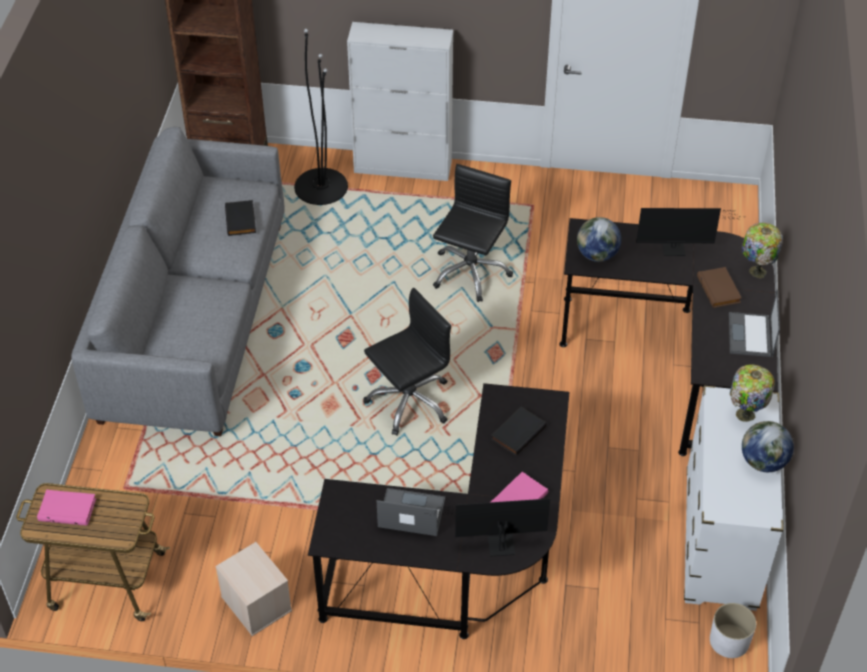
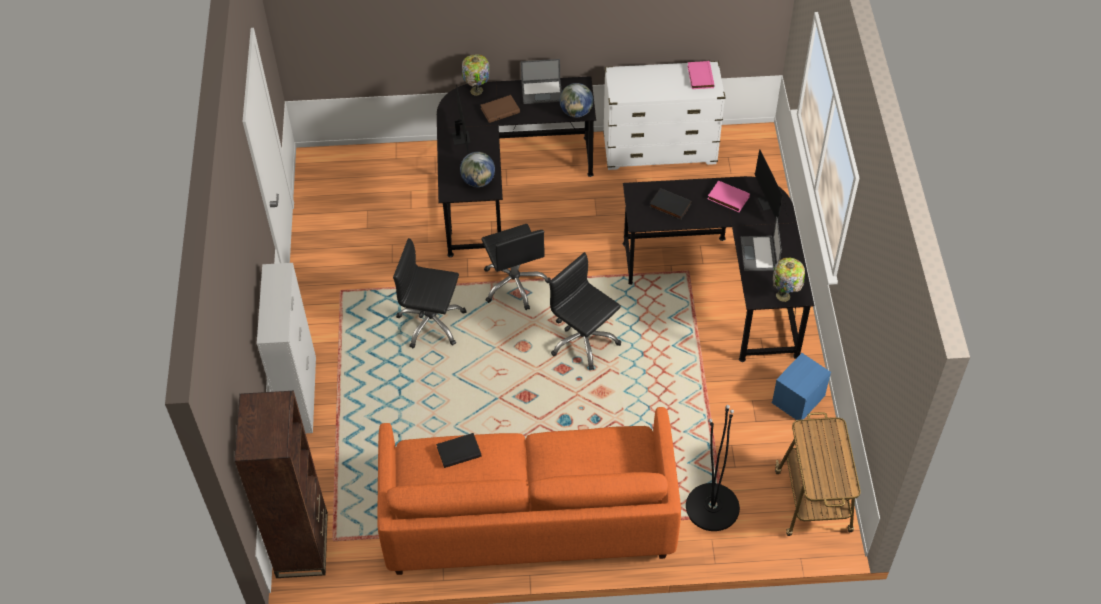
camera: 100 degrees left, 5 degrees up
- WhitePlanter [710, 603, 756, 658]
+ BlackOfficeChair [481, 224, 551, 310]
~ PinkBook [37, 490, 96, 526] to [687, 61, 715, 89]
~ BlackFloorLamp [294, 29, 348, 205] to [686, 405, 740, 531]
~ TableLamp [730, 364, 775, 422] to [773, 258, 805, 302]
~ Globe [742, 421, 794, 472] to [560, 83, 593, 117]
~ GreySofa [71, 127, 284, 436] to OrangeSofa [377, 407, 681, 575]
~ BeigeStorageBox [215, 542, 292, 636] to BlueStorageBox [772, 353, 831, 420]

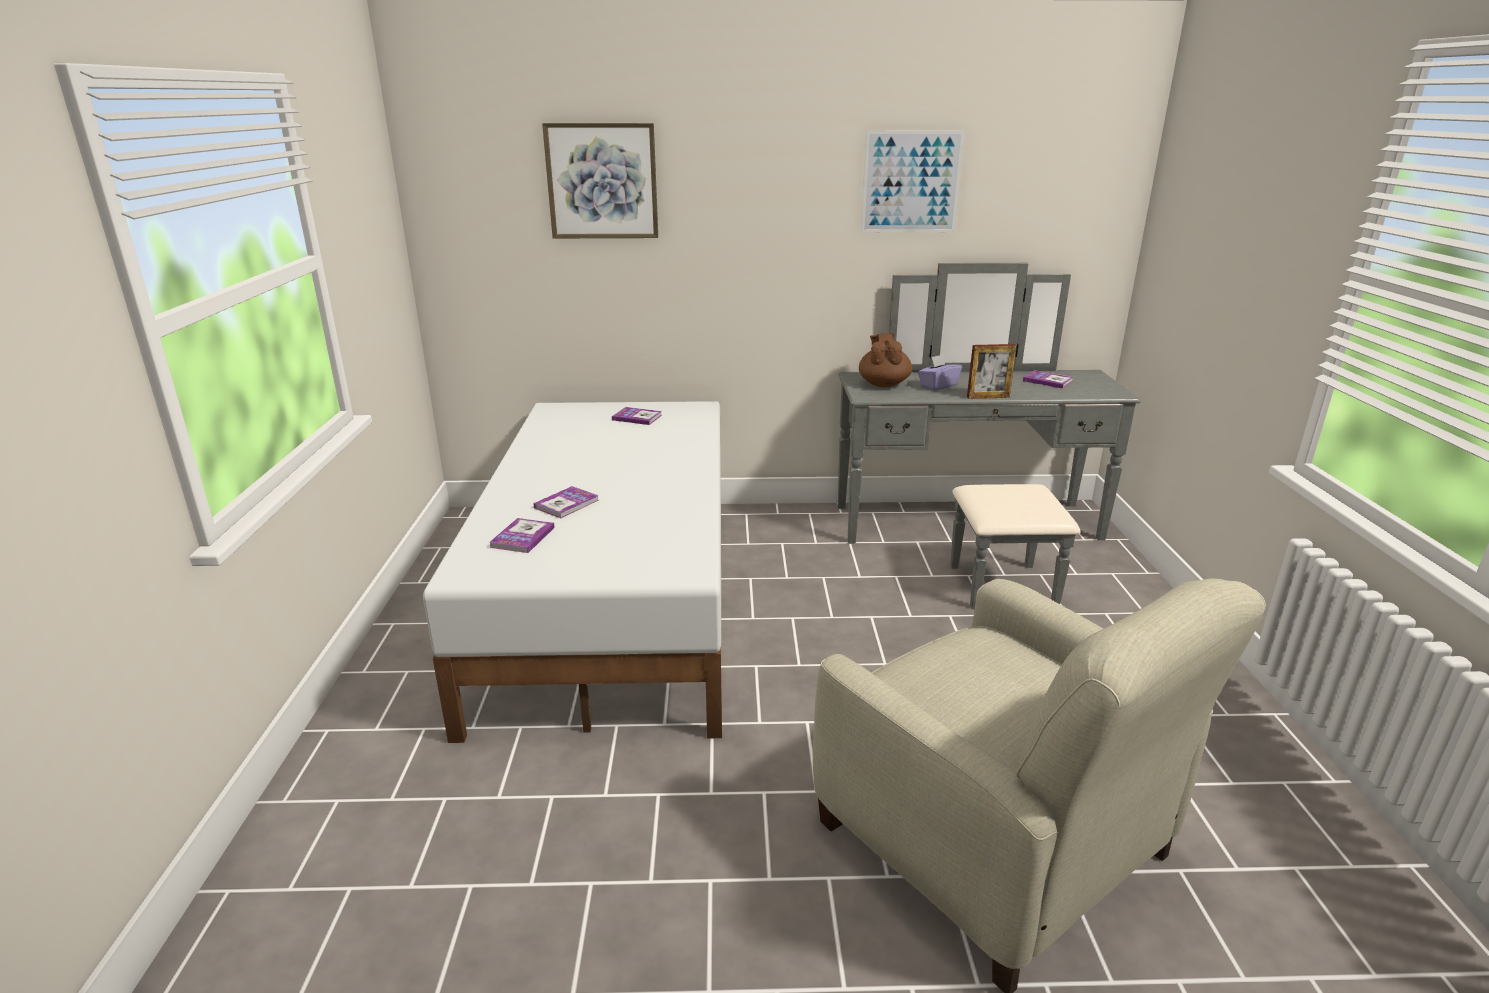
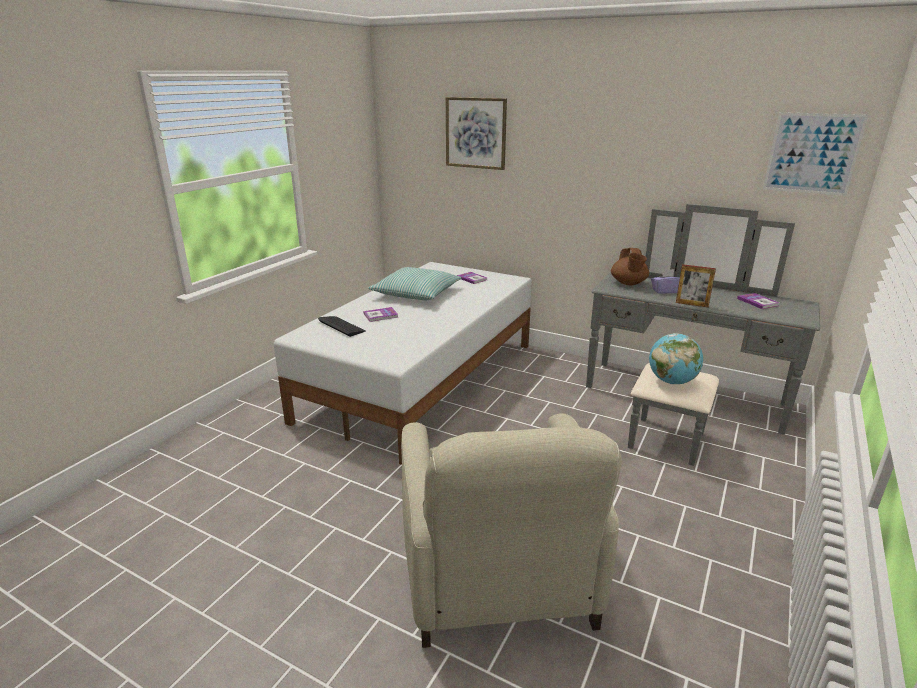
camera: 30 degrees right, 0 degrees up
+ Pillow [368, 267, 462, 300]
+ Globe [649, 333, 703, 384]
~ Picture [861, 130, 965, 233] to [763, 112, 869, 196]
~ Book [489, 518, 555, 553] to Keyboard [318, 316, 366, 337]
~ BrownTeapot [859, 333, 912, 387] = [611, 248, 649, 285] 150 degrees clockwise

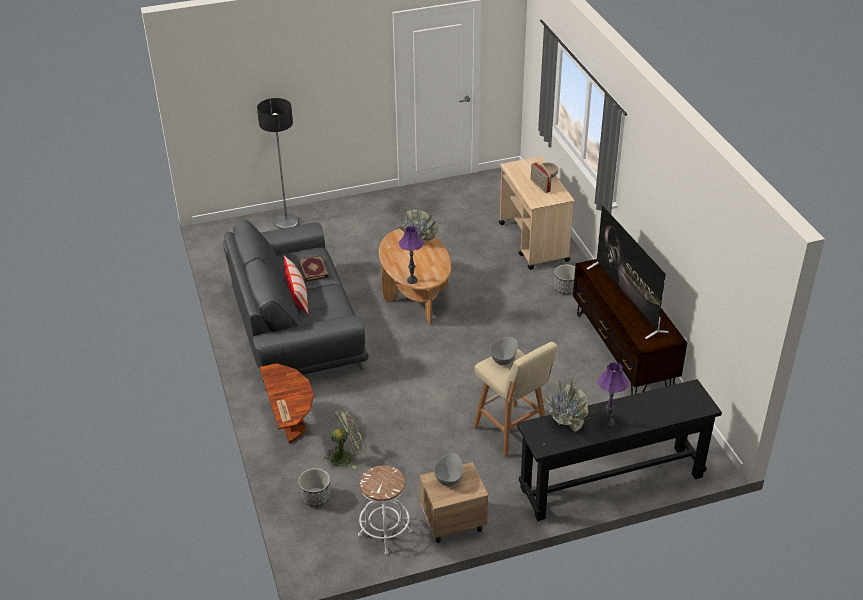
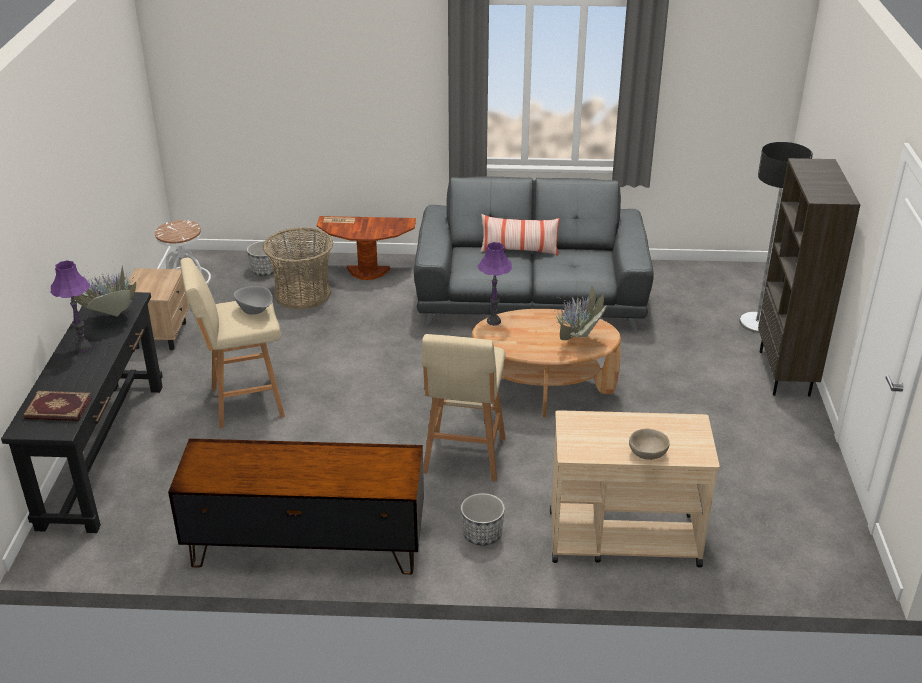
camera: 110 degrees right, 5 degrees down
- GreyBowl [434, 453, 463, 486]
- Radio [531, 162, 551, 193]
- Television [587, 205, 669, 339]
+ BeigeStool [422, 334, 506, 482]
+ BrownBookcase [758, 158, 861, 397]
~ Book [298, 256, 329, 282] to [23, 391, 92, 421]
~ GreenFan [324, 408, 364, 469] to Basket [263, 227, 333, 309]

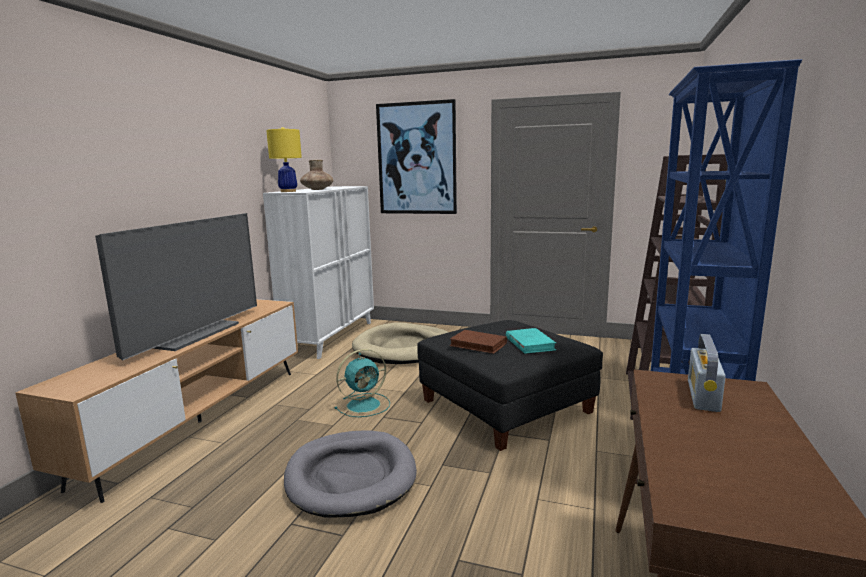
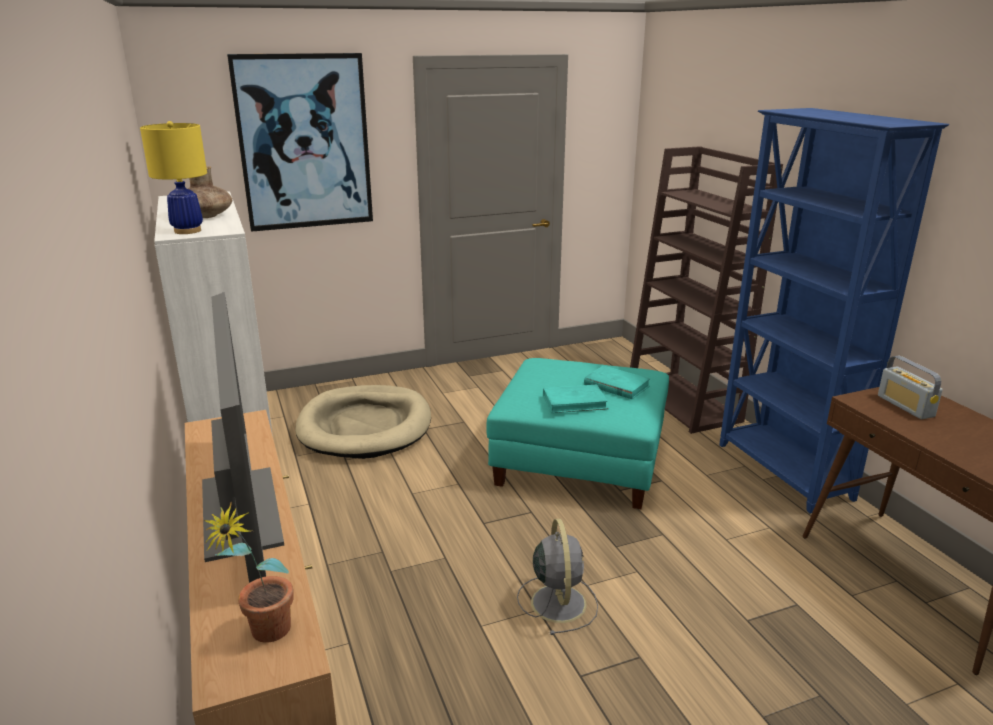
camera: 40 degrees left, 10 degrees up
- TurquoiseFan [334, 349, 390, 417]
+ PottedPlant [204, 502, 294, 643]
~ GreyDogBed [284, 430, 417, 518] to GreyFan [517, 519, 598, 635]
~ BlackOttoman [417, 320, 603, 451] to TurquoiseOttoman [486, 358, 669, 509]
~ BrownBook [450, 330, 507, 354] to TurquoiseBook [543, 385, 608, 413]

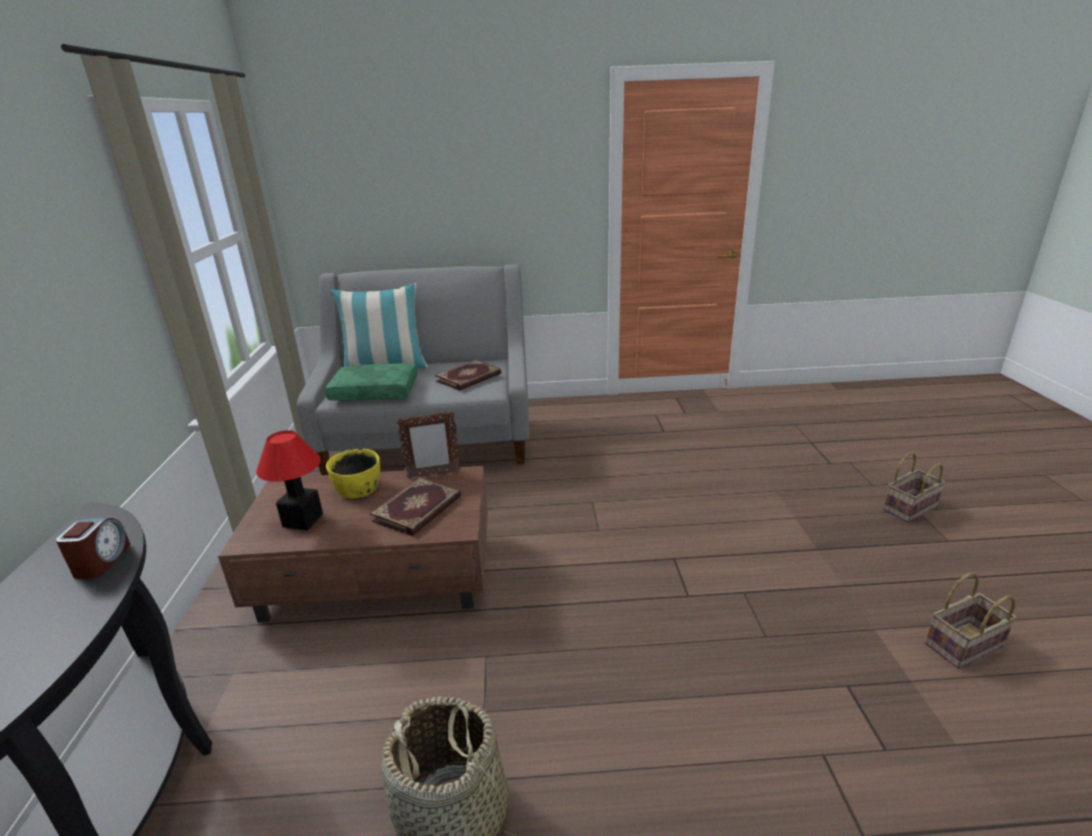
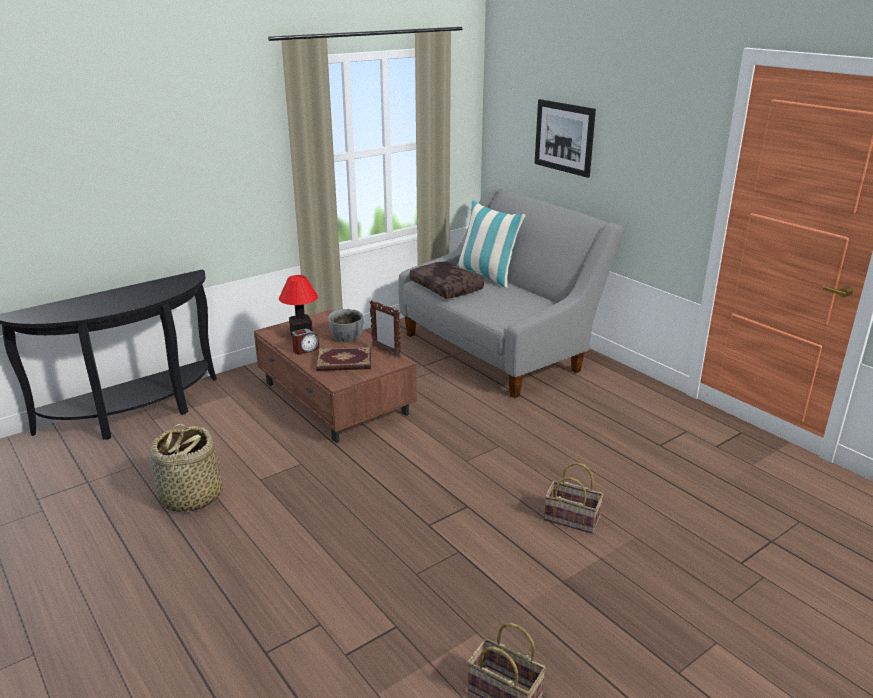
camera: 55 degrees right, 0 degrees up
- Book [435, 360, 501, 391]
+ Picture [535, 99, 596, 178]
~ AlarmClock [56, 518, 131, 579] to [292, 328, 319, 355]
~ Basket [883, 452, 946, 523] to [544, 462, 604, 534]
~ GreenPillow [325, 363, 417, 401] to BrownPillow [410, 261, 484, 299]
~ YellowBowl [326, 449, 380, 498] to GreyBowl [328, 309, 363, 342]

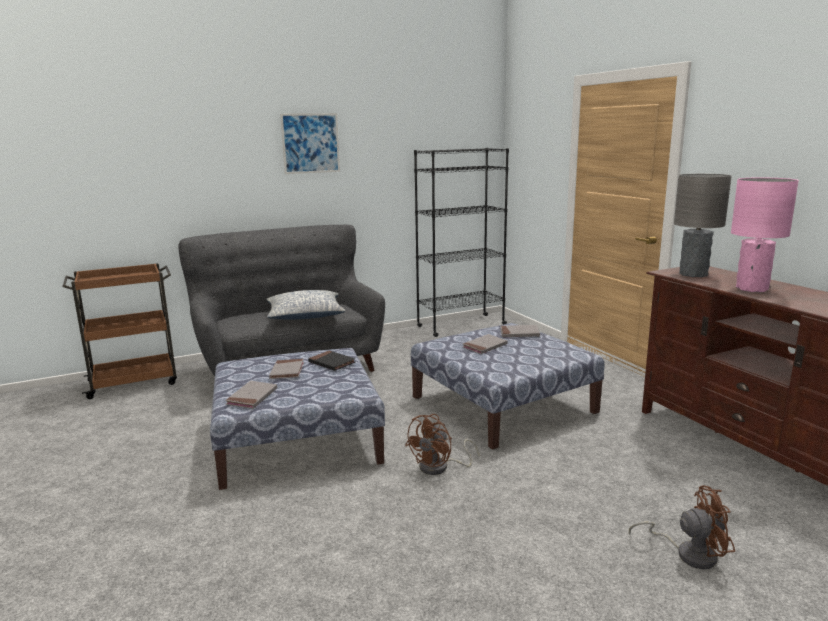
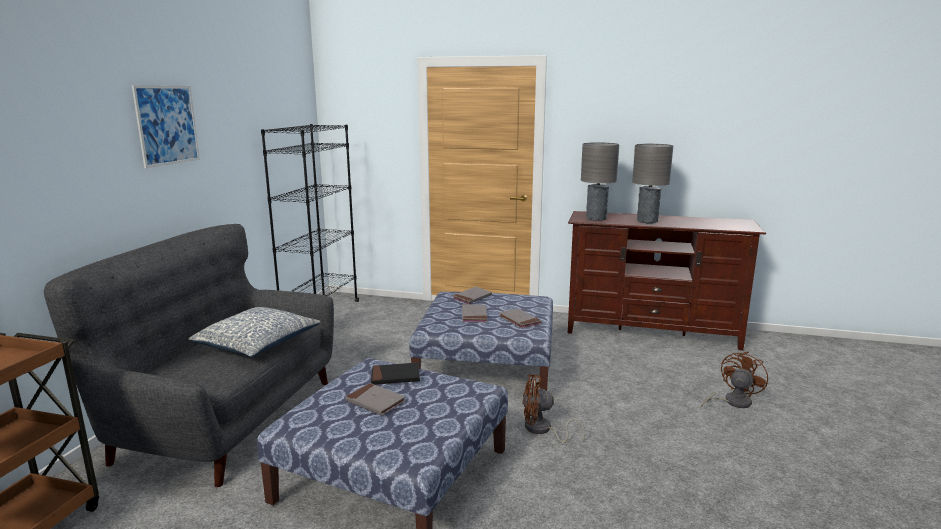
camera: 50 degrees left, 0 degrees up
~ GreyBook [225, 381, 277, 409] to [499, 308, 542, 329]
~ PinkTableLamp [731, 178, 799, 292] to GreyTableLamp [632, 144, 673, 223]
~ BrownFan [405, 414, 479, 475] = [522, 374, 585, 443] 105 degrees clockwise

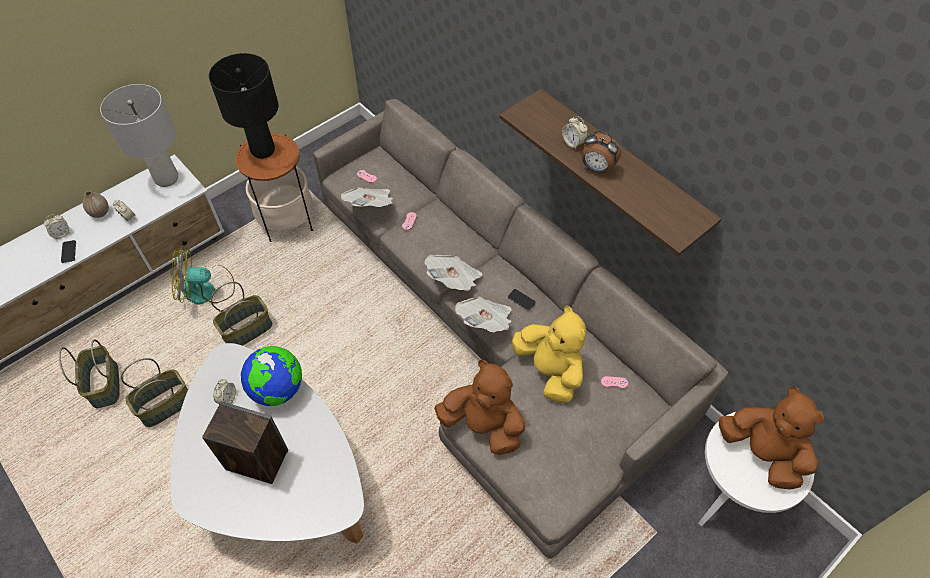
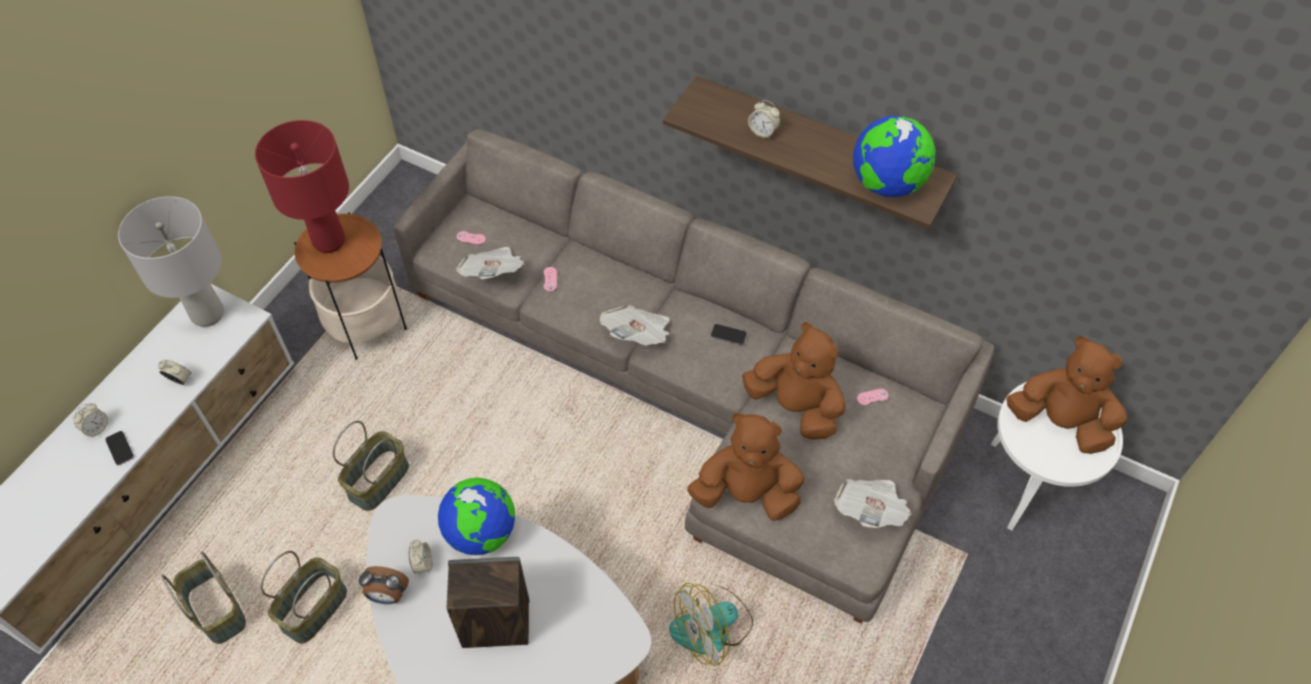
camera: 20 degrees left, 0 degrees up
- Vase [83, 191, 109, 218]
+ Globe [853, 116, 936, 197]
~ Fan [172, 247, 235, 305] to [669, 583, 753, 666]
~ Newspaper [455, 296, 512, 332] to [834, 479, 912, 528]
~ AlarmClock [582, 131, 621, 173] to [359, 566, 409, 604]
~ BlackTableLamp [209, 53, 279, 159] to RedTableLamp [255, 120, 349, 253]
~ YellowPlushToy [512, 305, 586, 403] to BrownPlushToy [742, 322, 845, 440]

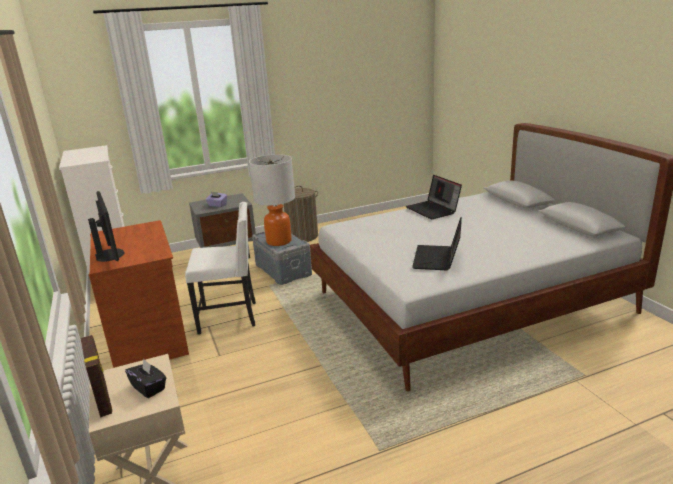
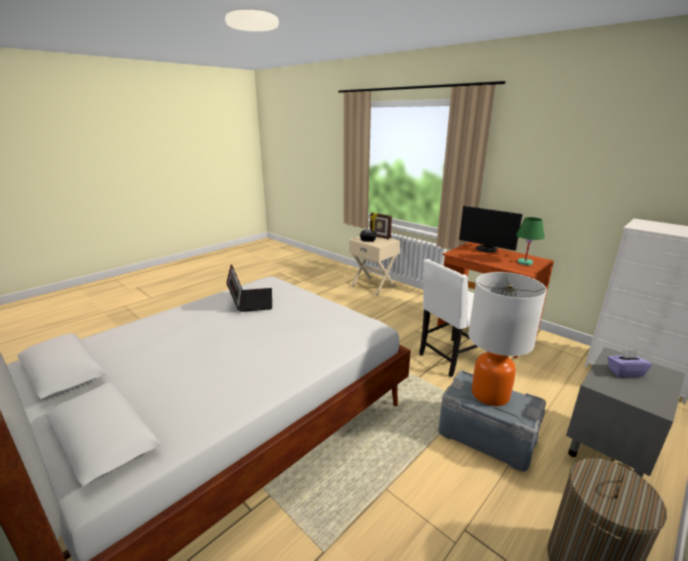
camera: 155 degrees right, 0 degrees up
- Laptop [406, 175, 462, 219]
+ GreenTableLamp [516, 217, 545, 265]

